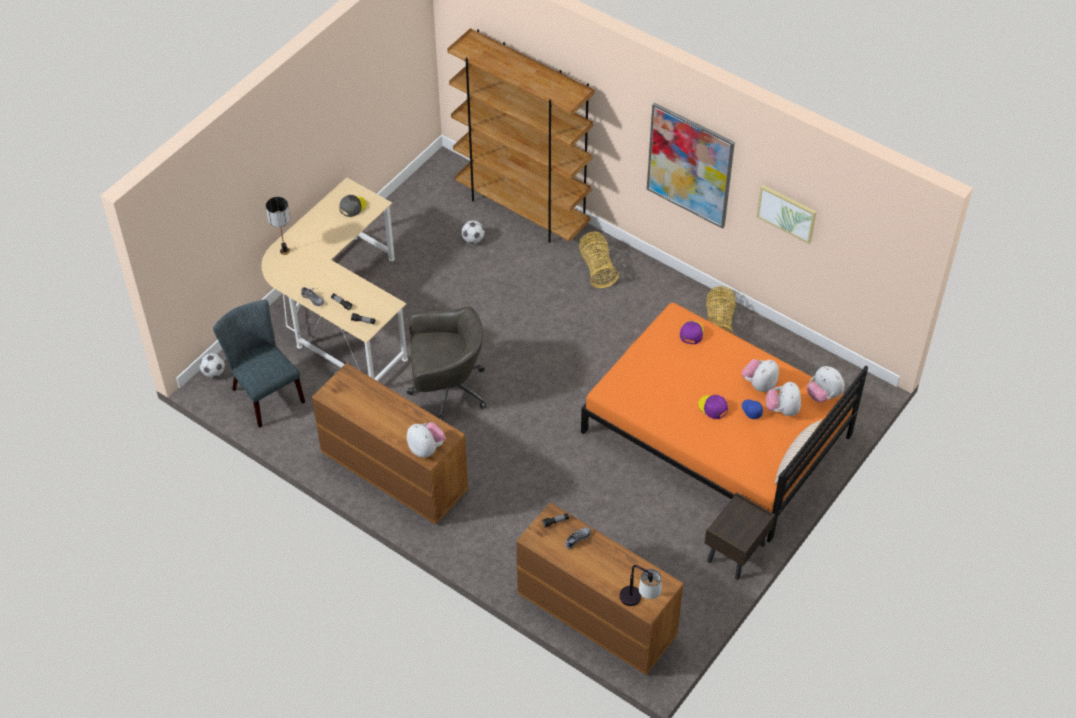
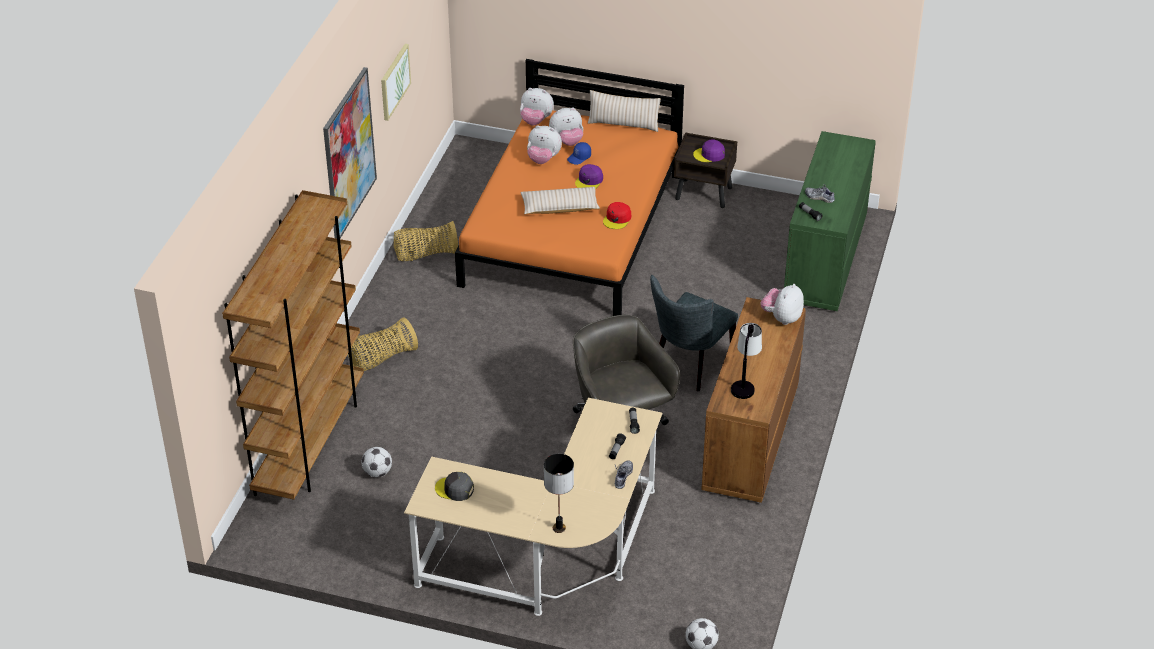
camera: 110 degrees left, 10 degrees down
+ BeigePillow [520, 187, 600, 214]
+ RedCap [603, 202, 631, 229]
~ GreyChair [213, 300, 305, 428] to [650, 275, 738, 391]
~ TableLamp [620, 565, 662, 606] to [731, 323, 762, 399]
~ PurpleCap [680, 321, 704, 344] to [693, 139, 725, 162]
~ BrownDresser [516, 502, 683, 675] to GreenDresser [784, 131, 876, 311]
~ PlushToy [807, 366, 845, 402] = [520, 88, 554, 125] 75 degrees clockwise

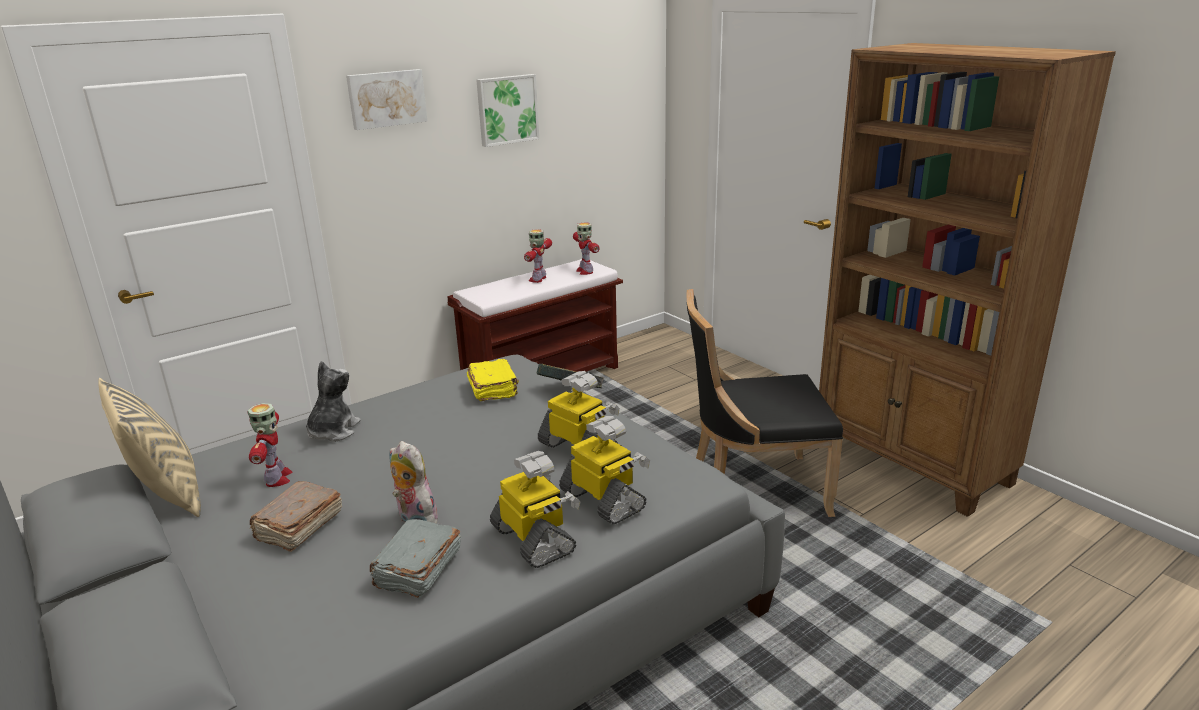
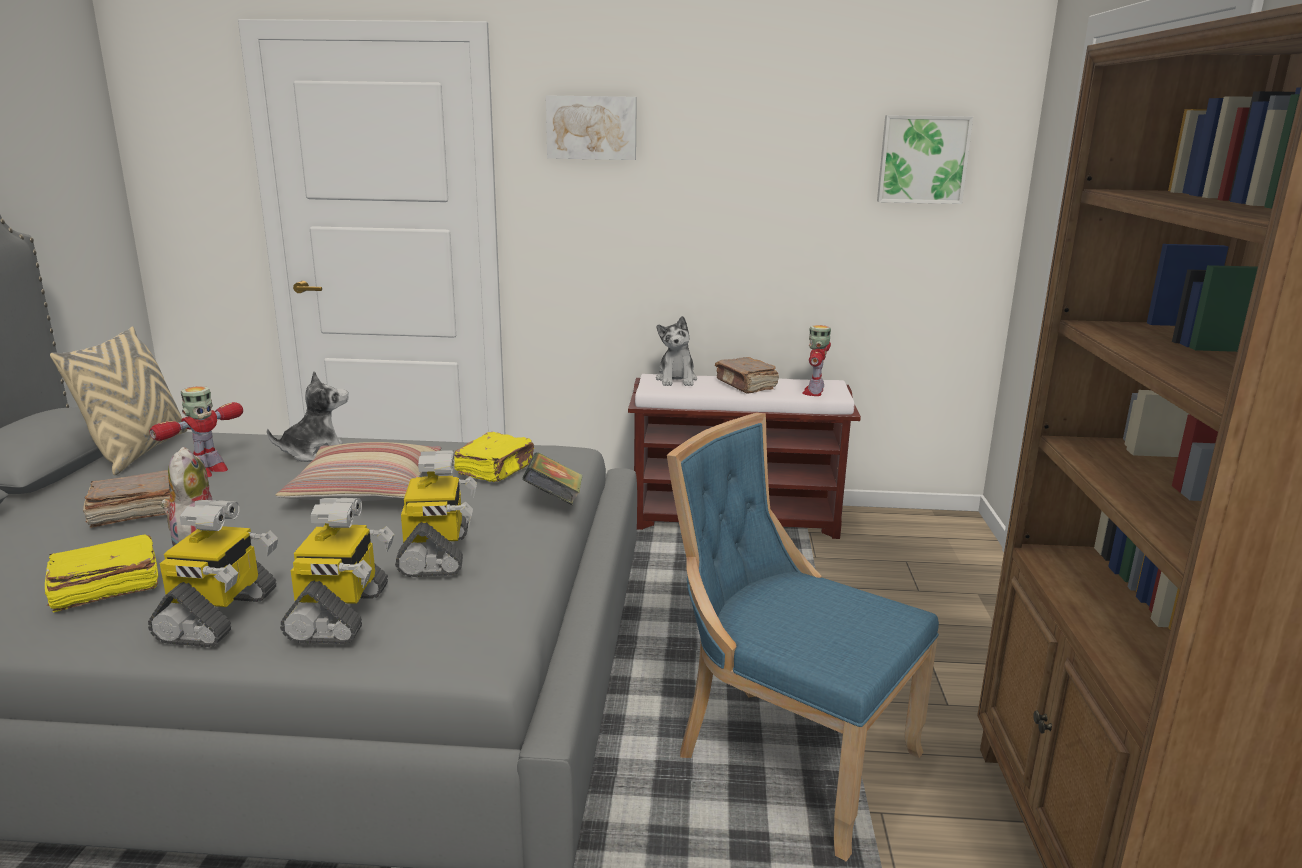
camera: 40 degrees right, 5 degrees down
+ Pillow [275, 442, 442, 501]
+ PlushToy [656, 316, 697, 386]
~ Picture [476, 74, 539, 147] to [877, 115, 973, 204]
~ ToyRobot [524, 229, 552, 283] to BrownBook [715, 357, 779, 394]
~ GreyBook [370, 519, 461, 598] to YellowBook [45, 534, 158, 613]
~ BlackChair [686, 289, 843, 517] to BlueChair [667, 413, 939, 861]

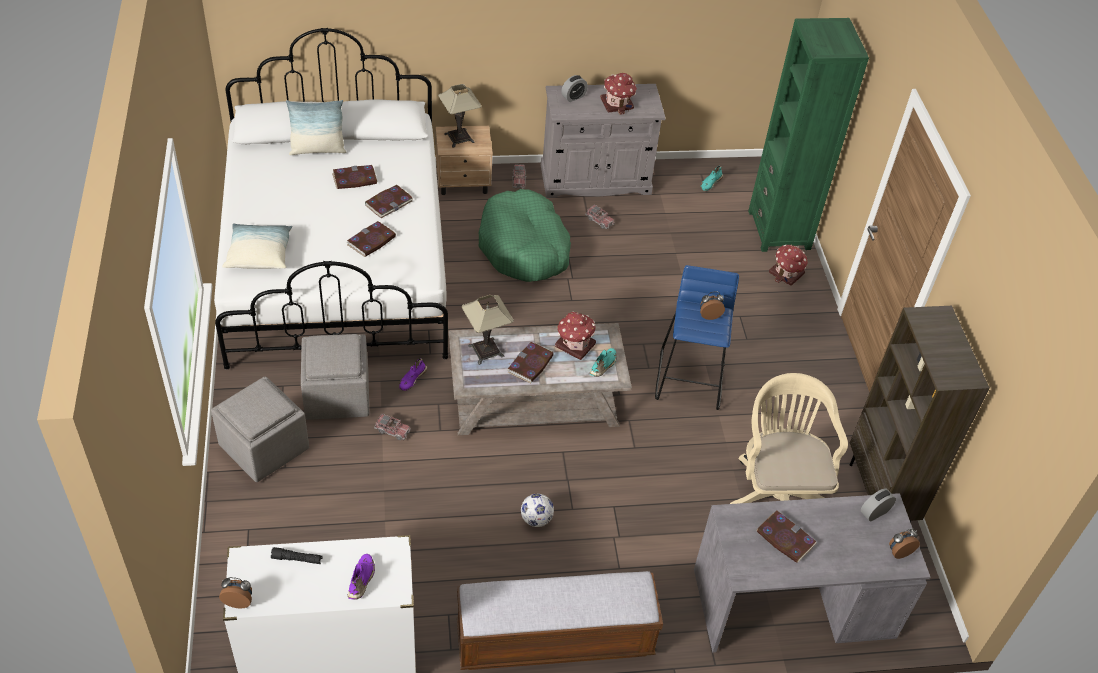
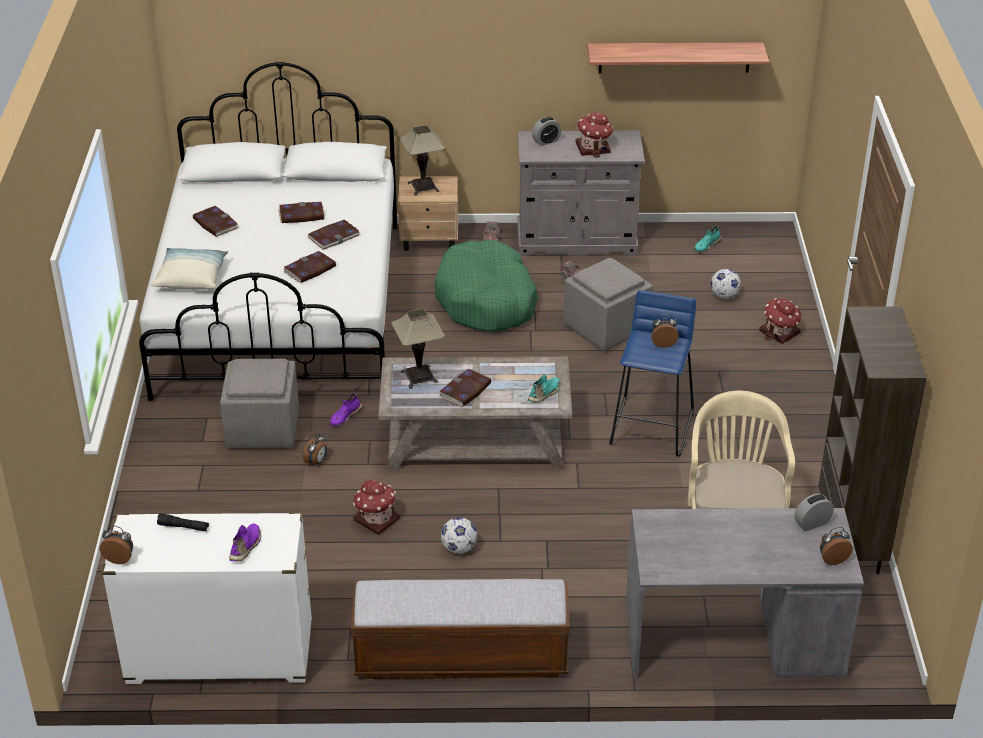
camera: 10 degrees right, 10 degrees down
- Pillow [286, 100, 346, 155]
- GreenBookcase [748, 18, 869, 252]
+ Shelf [588, 43, 769, 73]
+ Football [711, 269, 741, 299]
~ GreyOttoman [211, 377, 309, 482] to [564, 258, 653, 351]
~ ToyHouse [555, 311, 596, 360] to [353, 479, 400, 535]
~ Book [757, 511, 817, 563] to [193, 206, 239, 237]
~ ToyTruck [374, 413, 411, 440] to AlarmClock [303, 434, 327, 466]

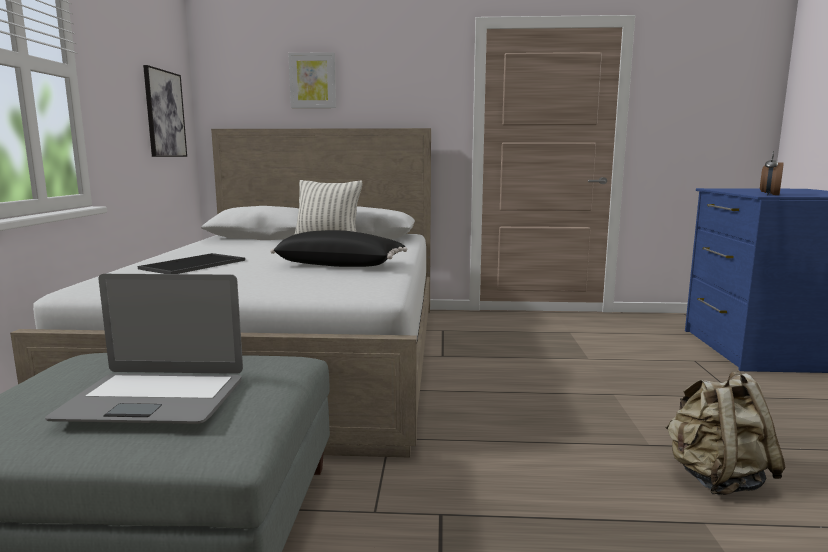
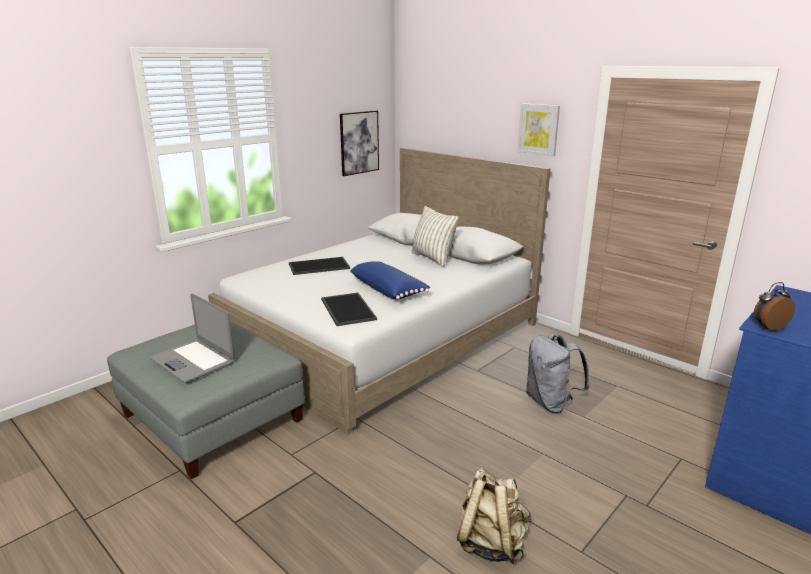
camera: 40 degrees right, 10 degrees up
+ Tray [321, 293, 377, 326]
+ GreyBackpack [526, 334, 590, 414]
~ Picture [288, 52, 336, 108] to [518, 103, 560, 156]
~ BlackPillow [270, 230, 407, 267] to BluePillow [350, 261, 430, 300]

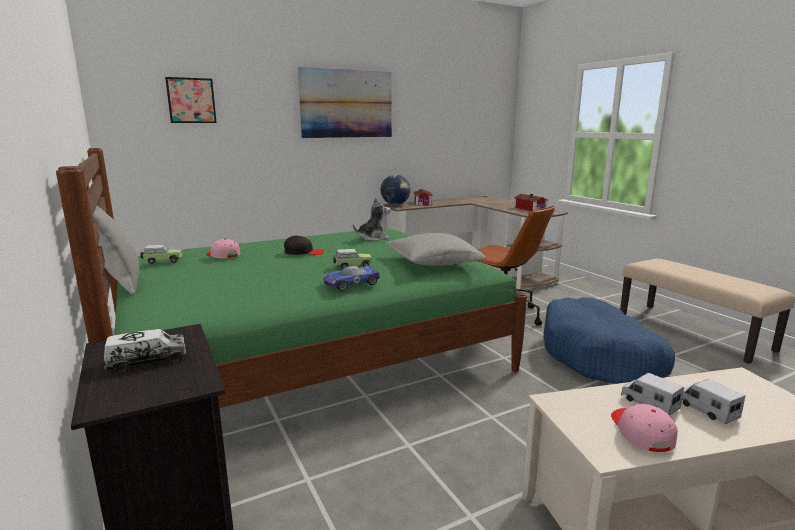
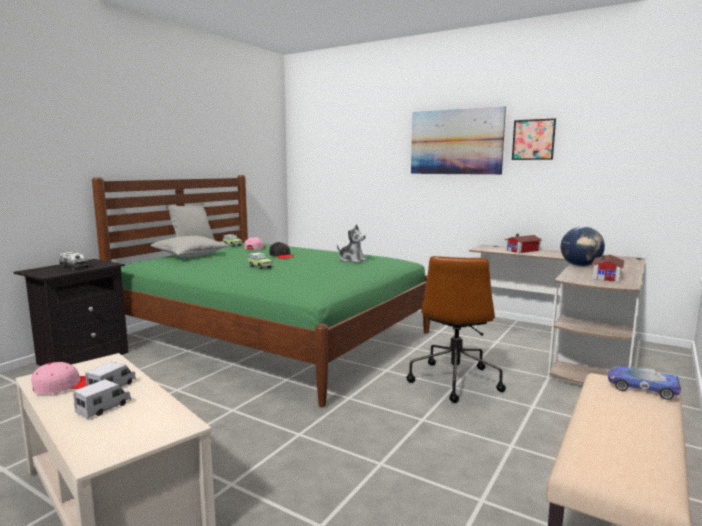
camera: 60 degrees right, 5 degrees down
- BlueDogBed [543, 297, 675, 384]
~ Picture [165, 77, 217, 123] to [512, 118, 556, 160]
~ ToyCar [323, 266, 380, 291] to [608, 366, 681, 400]
~ Globe [381, 175, 411, 205] to [561, 226, 605, 267]
~ GreyPillow [386, 233, 486, 266] to [150, 236, 228, 258]

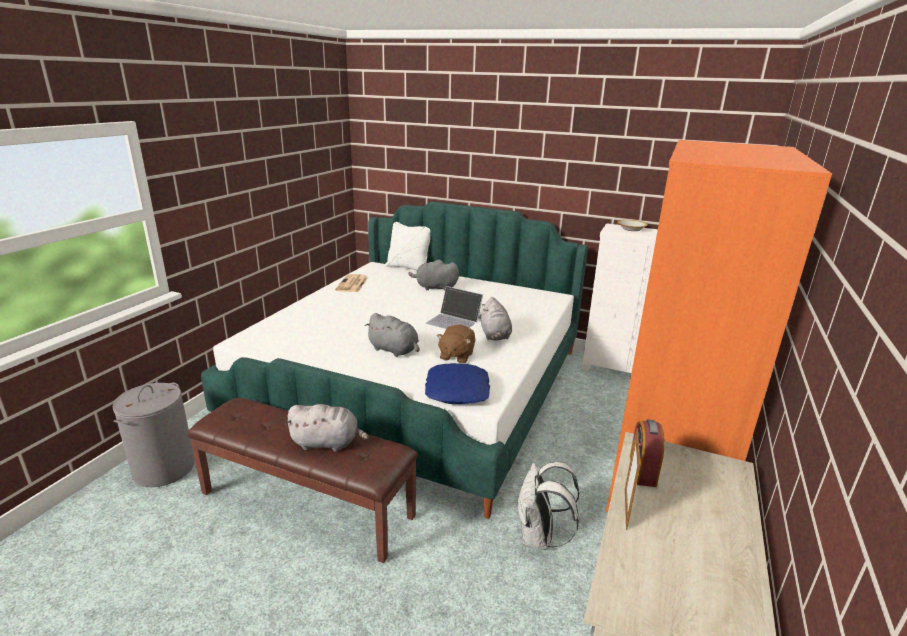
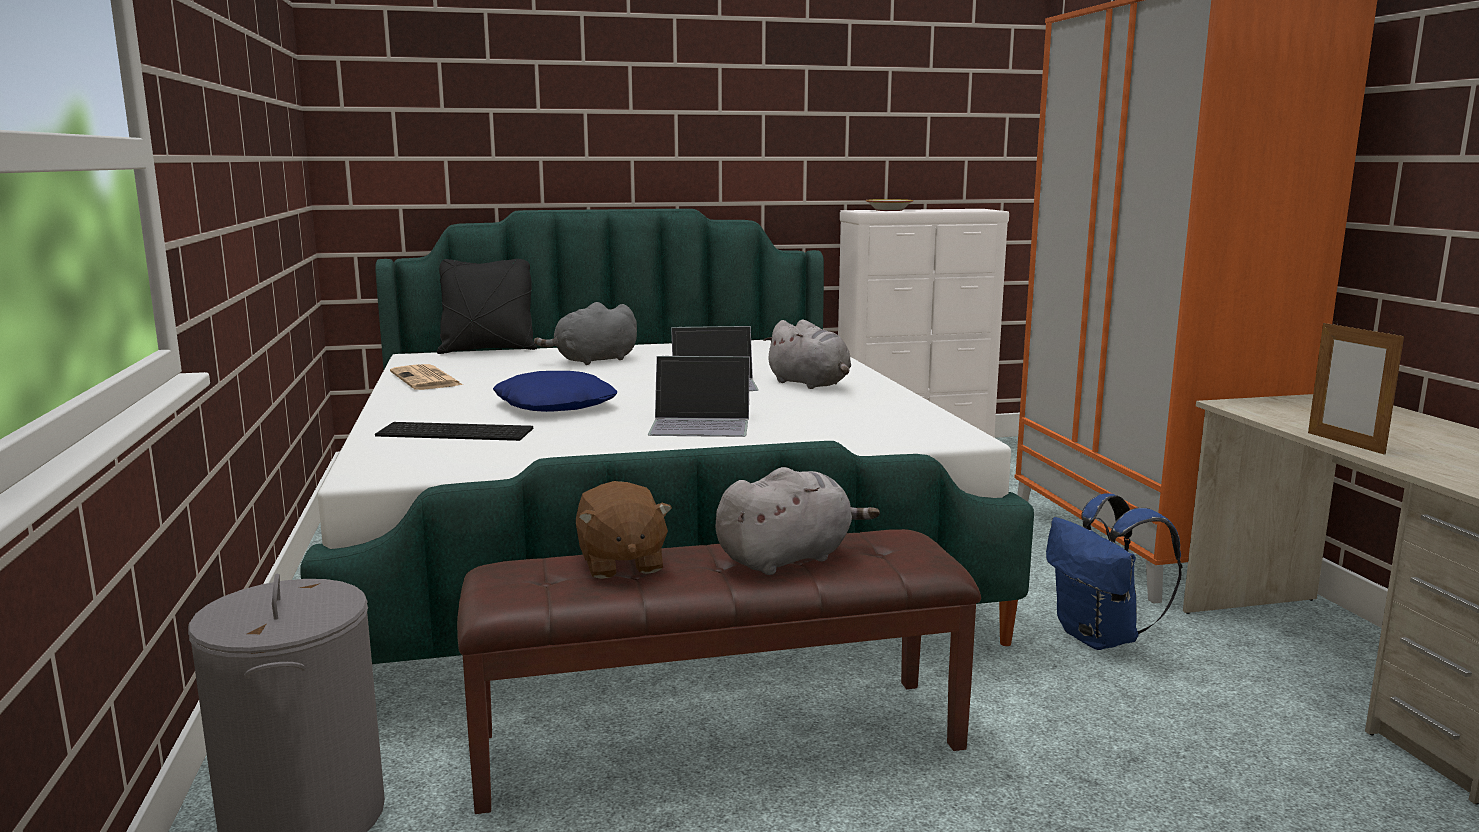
camera: 35 degrees left, 10 degrees down
- AlarmClock [630, 419, 665, 487]
+ Keyboard [375, 422, 533, 441]
~ BluePillow [425, 363, 490, 404] to [493, 371, 617, 412]
~ BrownPlushToy [437, 325, 475, 364] to [576, 481, 672, 579]
~ GreyPlushToy [365, 313, 420, 357] to Laptop [648, 356, 750, 437]
~ WhitePillow [385, 222, 430, 270] to BlackPillow [437, 258, 537, 354]
~ WhiteBackpack [517, 462, 580, 550] to BlueBackpack [1046, 493, 1182, 650]

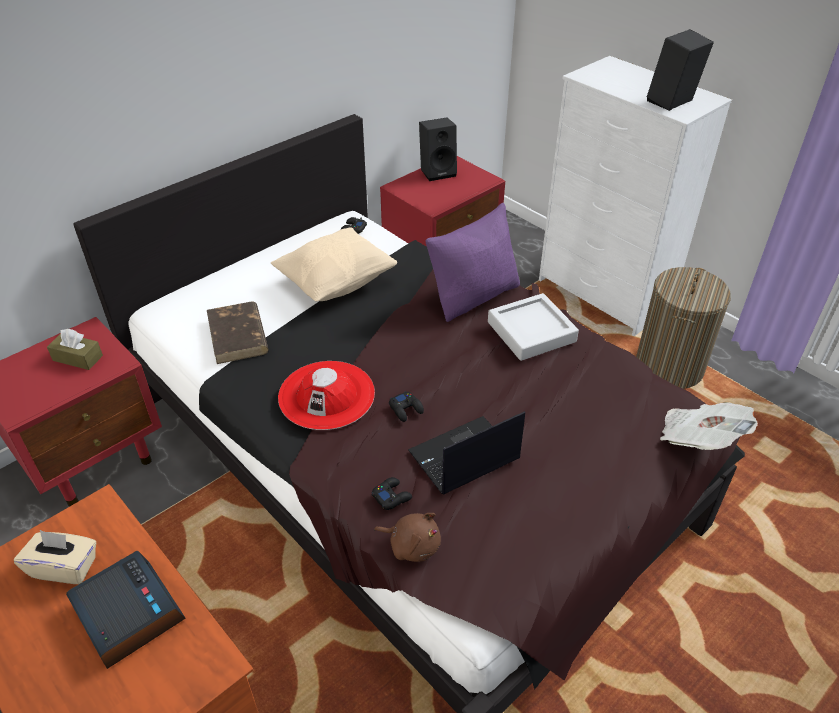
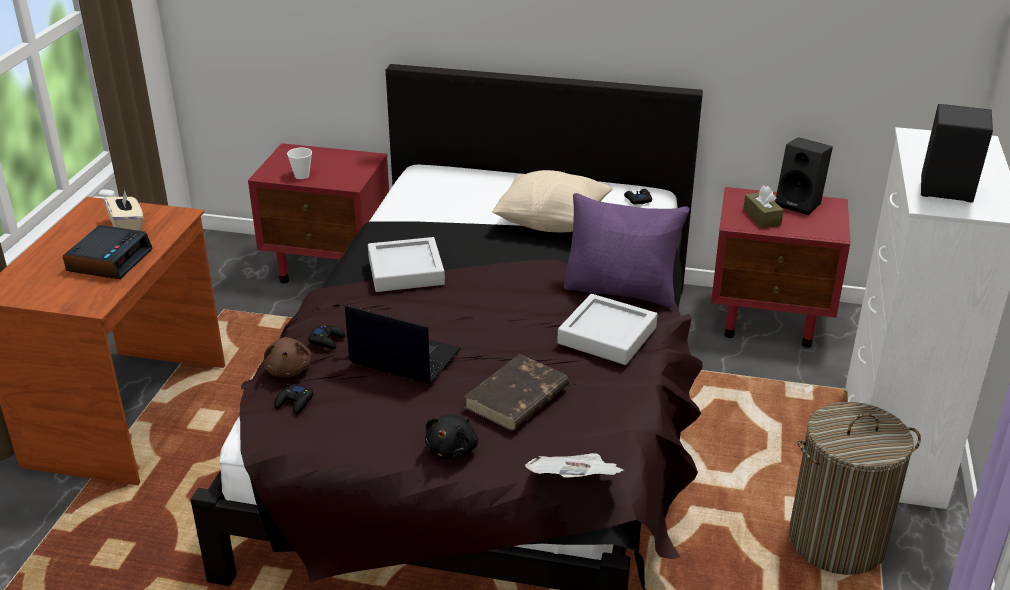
camera: 55 degrees right, 10 degrees down
+ Cup [287, 148, 312, 179]
+ BlackPlushToy [425, 414, 478, 459]
~ BrownTissueBox [47, 329, 103, 370] to [743, 186, 784, 228]
~ BrownBook [207, 302, 269, 364] to [464, 354, 569, 431]
~ BlackGameController [389, 391, 424, 422] to [274, 383, 313, 414]
~ RedHat [278, 361, 375, 430] to GreyTray [368, 237, 445, 292]

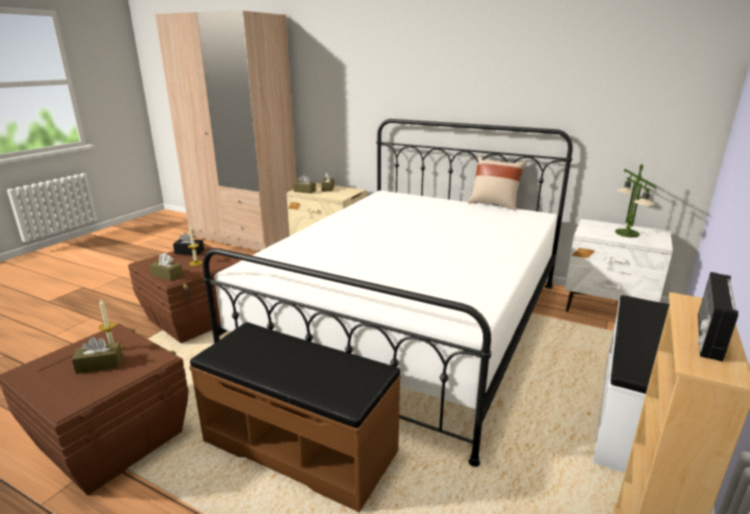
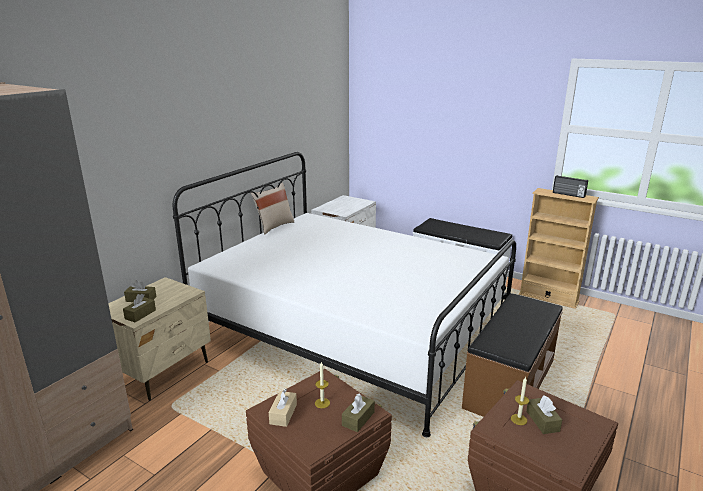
camera: 85 degrees left, 0 degrees up
- TableLamp [615, 165, 657, 237]
~ BlackTissueBox [173, 232, 204, 255] to BeigeTissueBox [269, 389, 297, 427]

